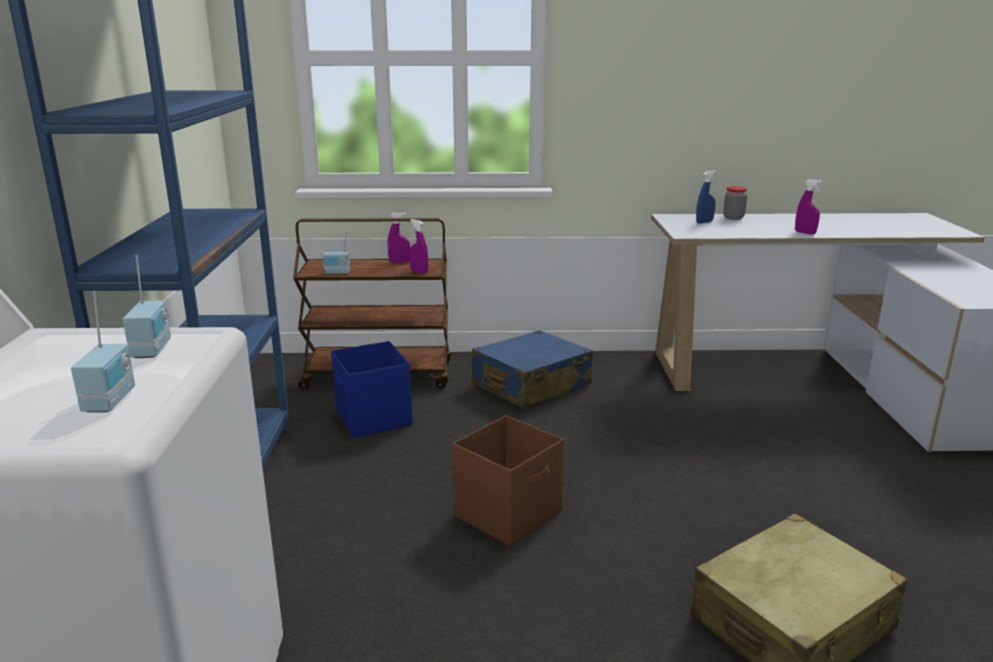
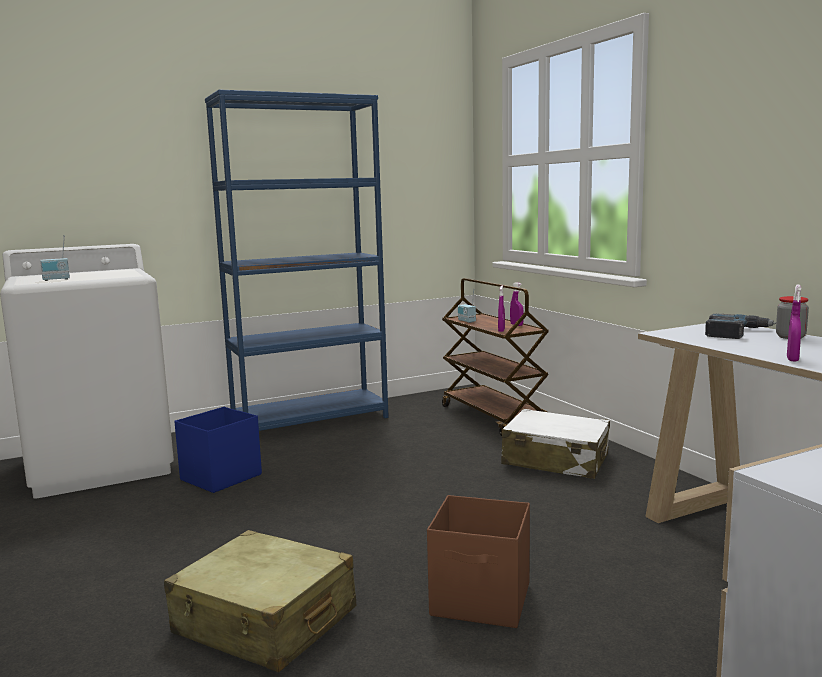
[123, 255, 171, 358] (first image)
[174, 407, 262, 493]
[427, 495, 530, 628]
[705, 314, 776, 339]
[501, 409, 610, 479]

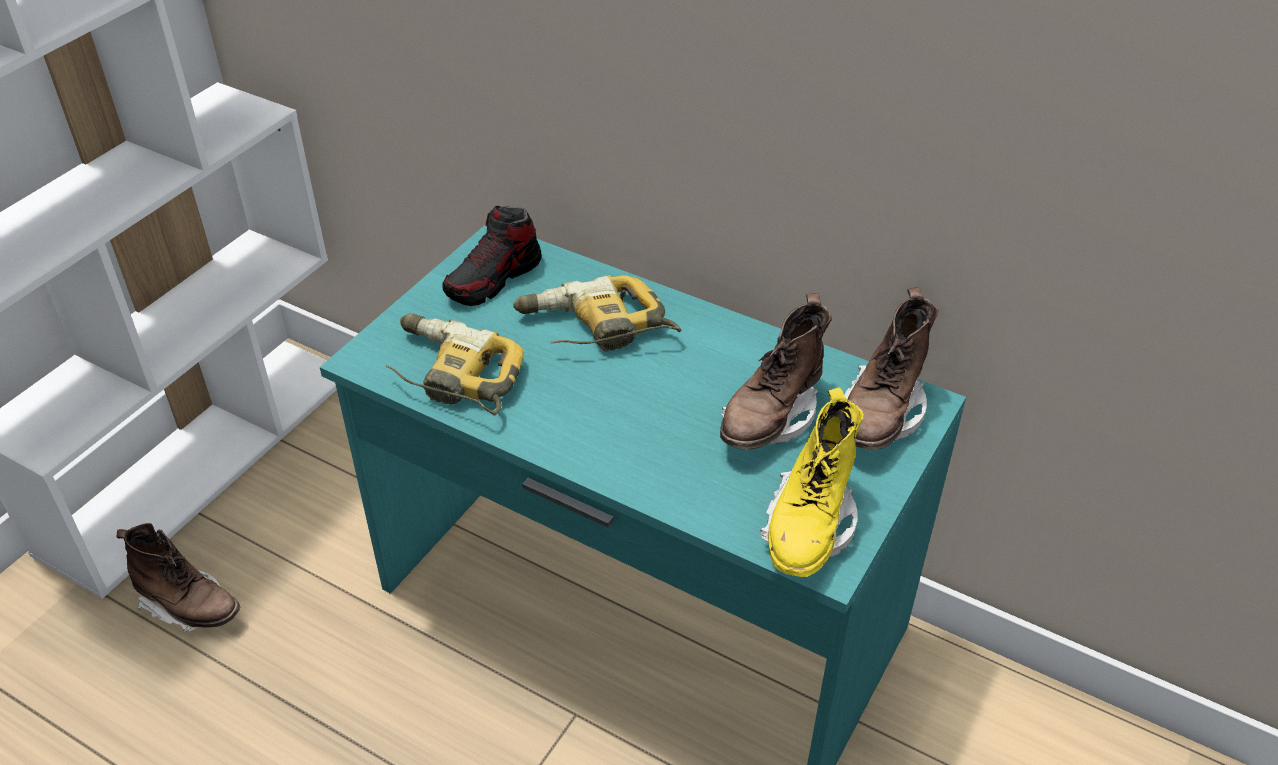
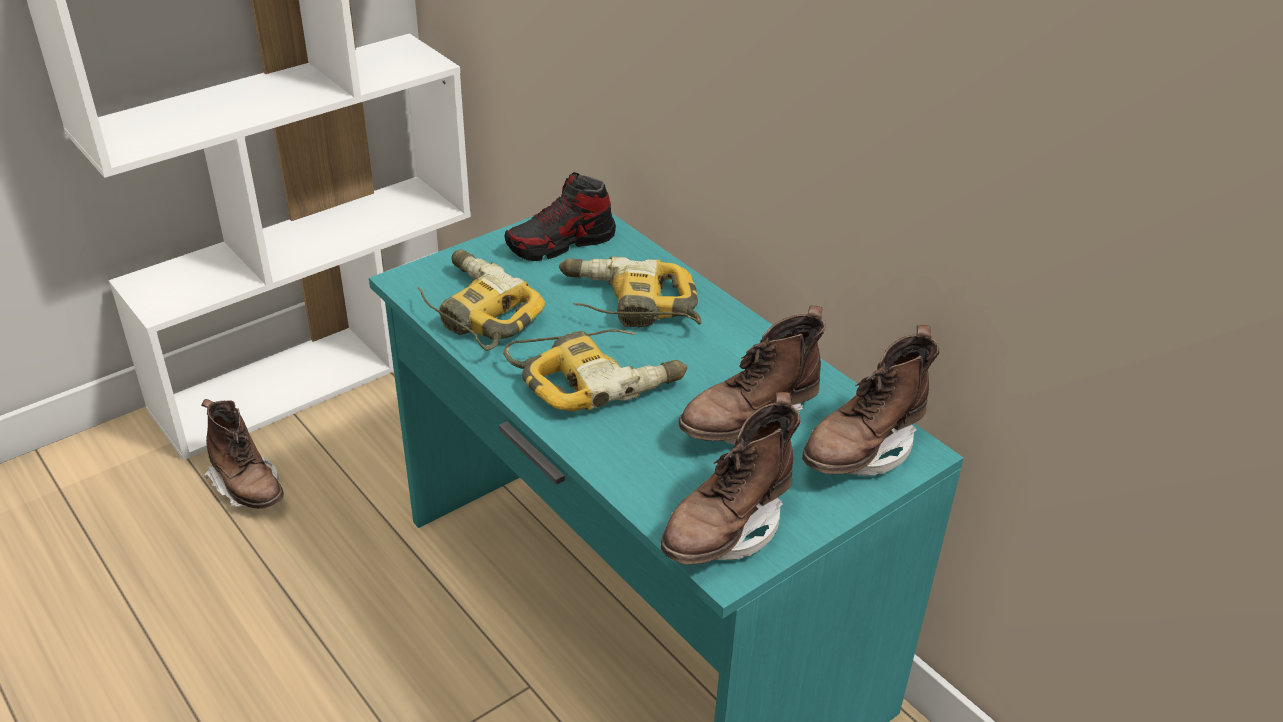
[503, 329, 688, 411]
[661, 392, 801, 565]

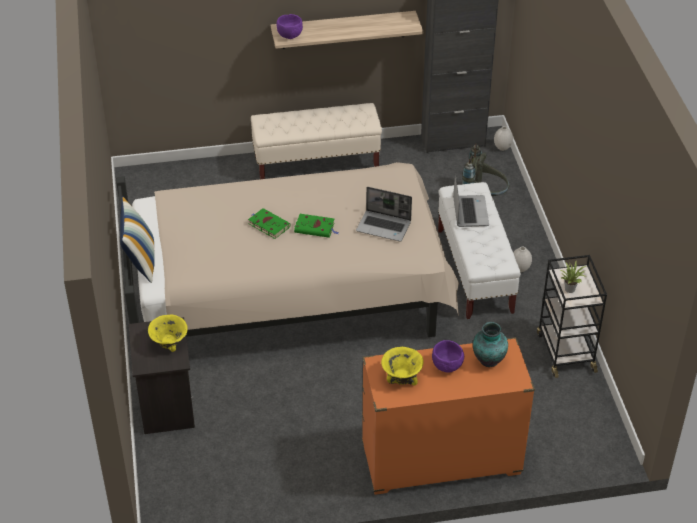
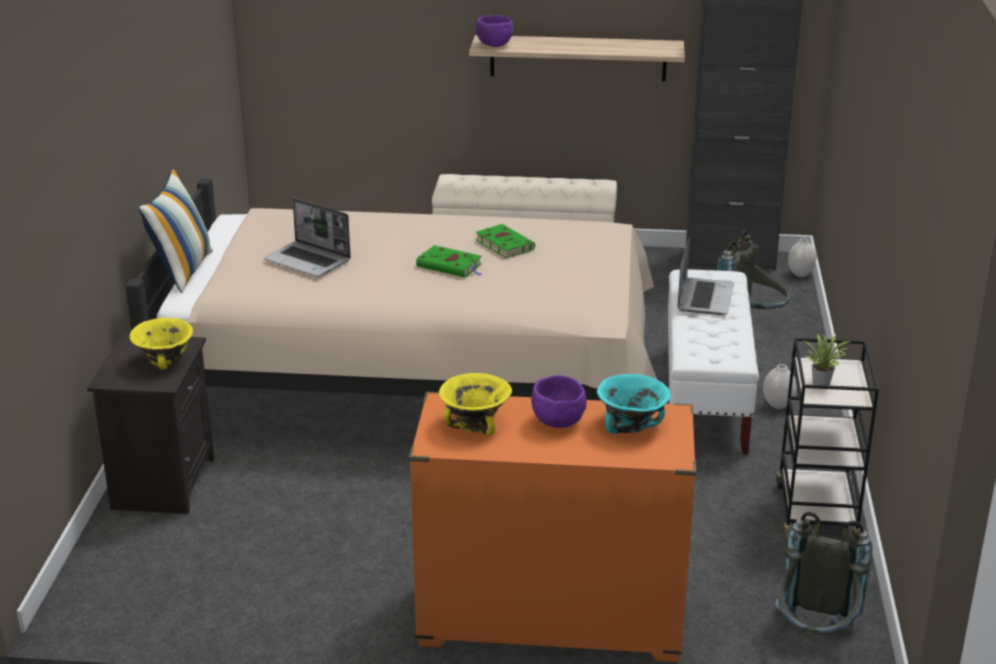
[776, 512, 873, 635]
[476, 224, 535, 258]
[264, 198, 351, 277]
[597, 374, 671, 434]

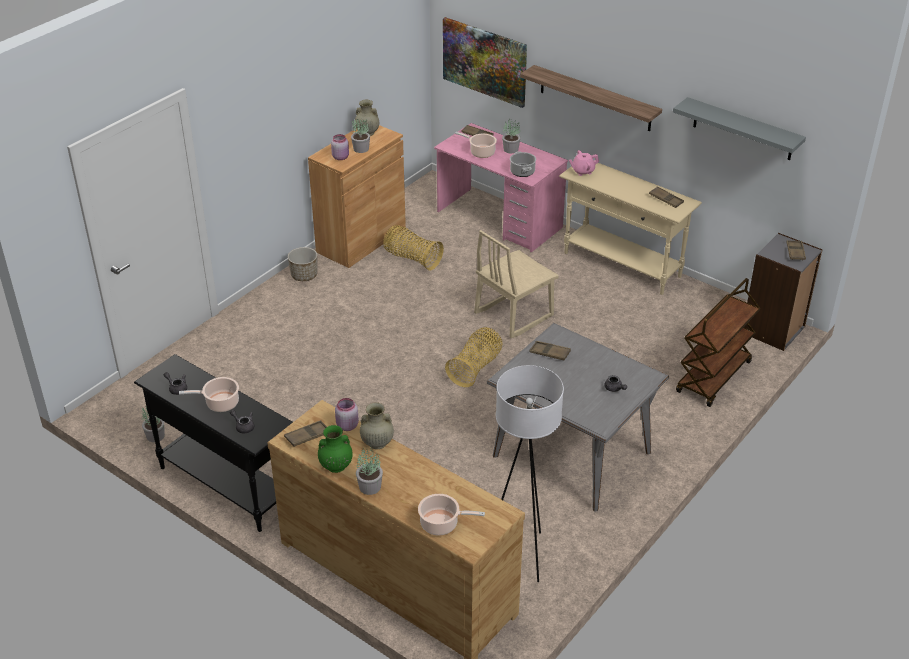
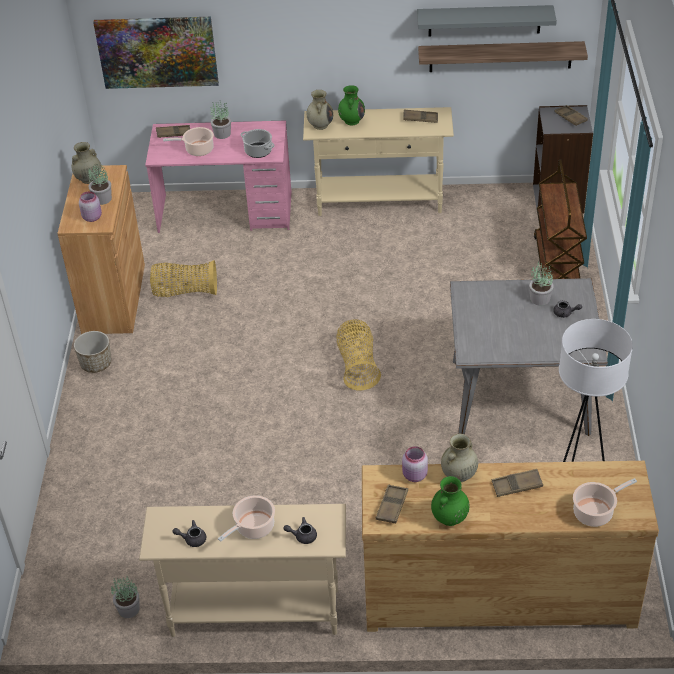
[474, 230, 559, 338] (first image)
[338, 85, 365, 125]
[529, 262, 554, 306]
[418, 41, 588, 72]
[492, 469, 543, 497]
[306, 90, 333, 130]
[139, 504, 346, 637]

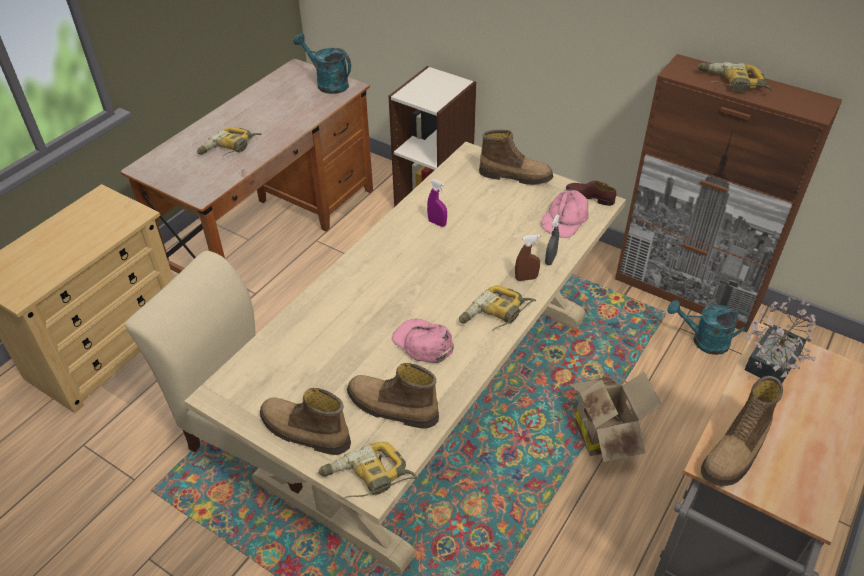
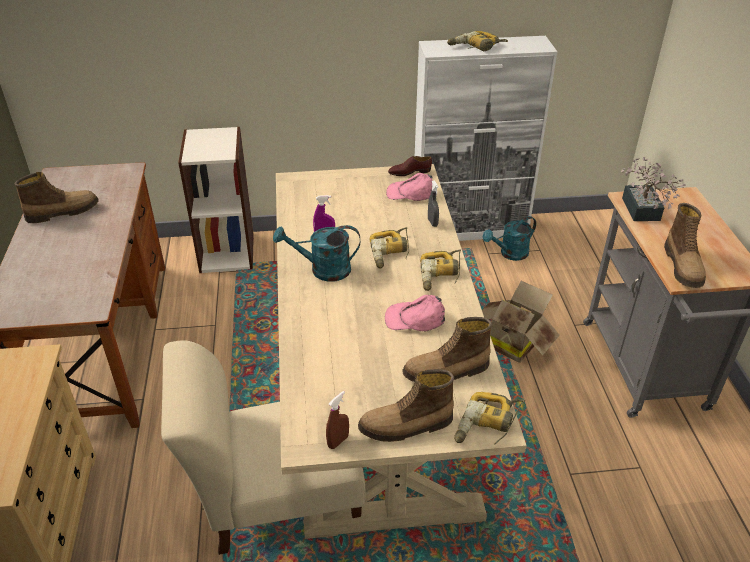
[370, 227, 409, 268]
[273, 225, 360, 282]
[15, 172, 99, 223]
[326, 391, 349, 449]
[415, 36, 557, 241]
[386, 173, 433, 201]

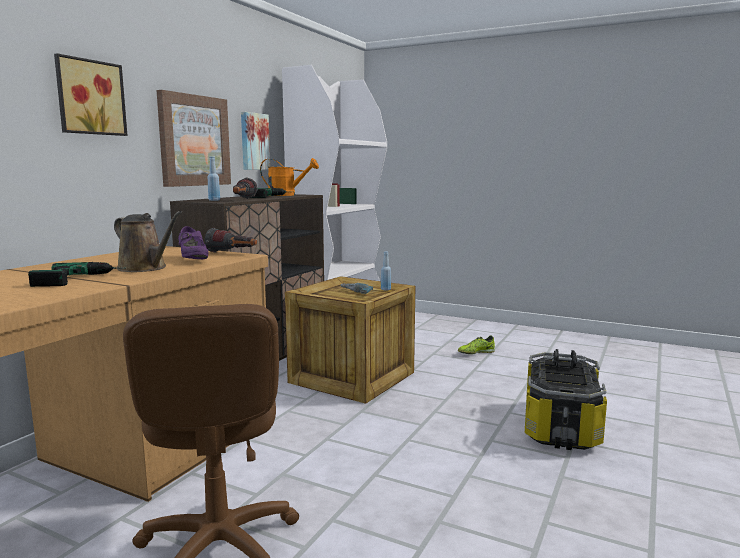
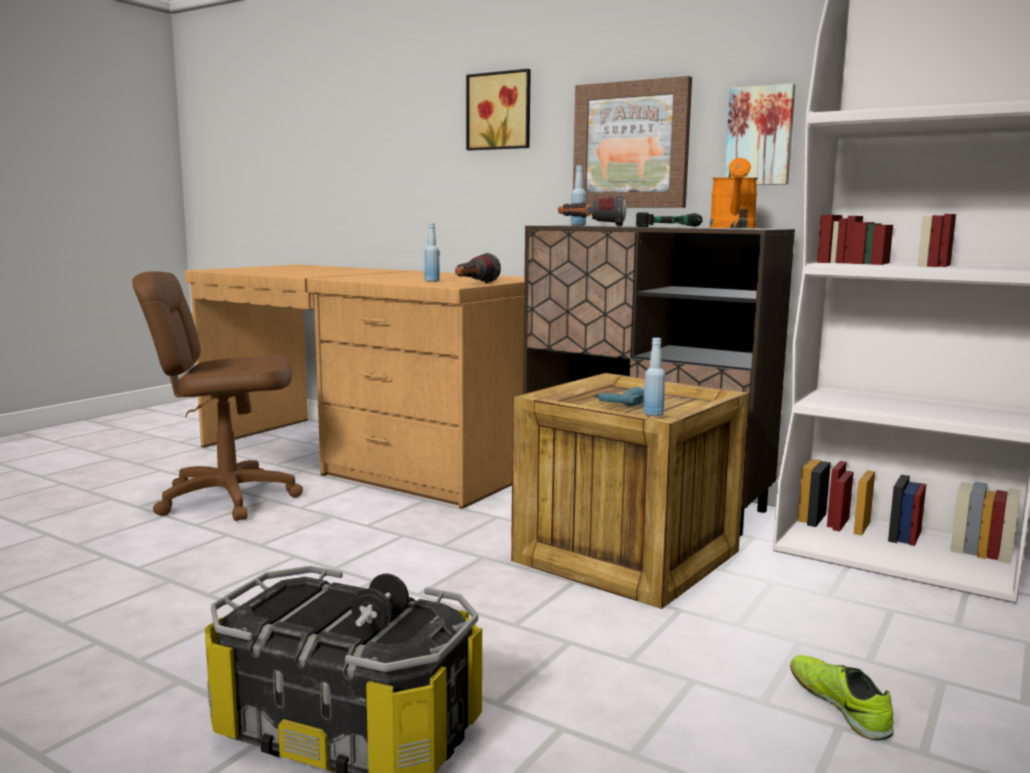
[28, 262, 120, 287] (first image)
[114, 210, 182, 272] (first image)
[424, 223, 440, 282]

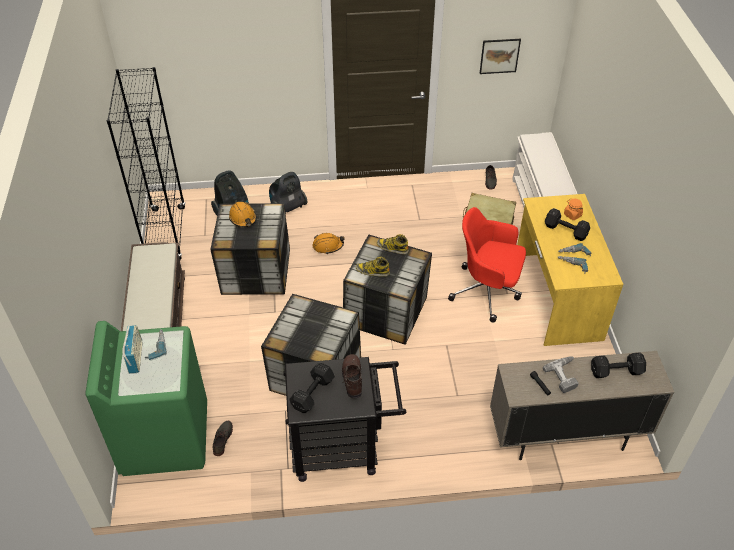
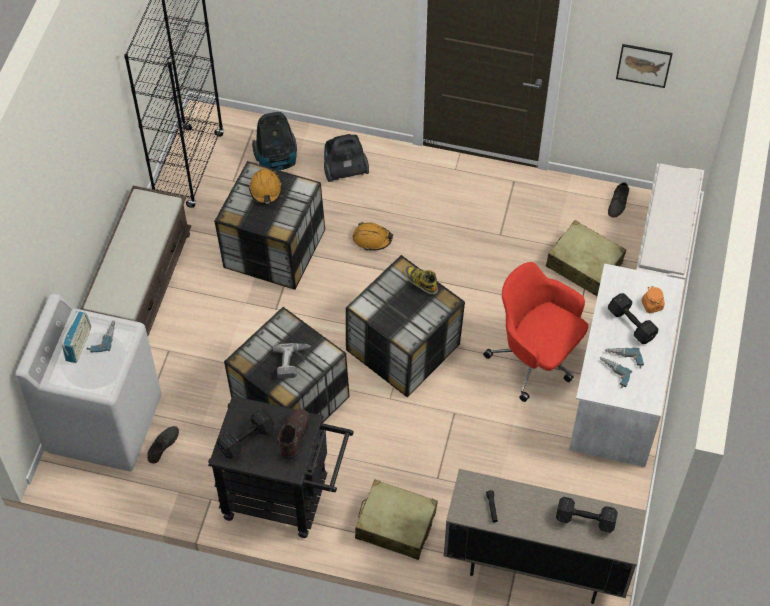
[356, 257, 390, 277] (first image)
[355, 480, 438, 560]
[273, 343, 311, 379]
[16, 294, 161, 472]
[569, 263, 685, 467]

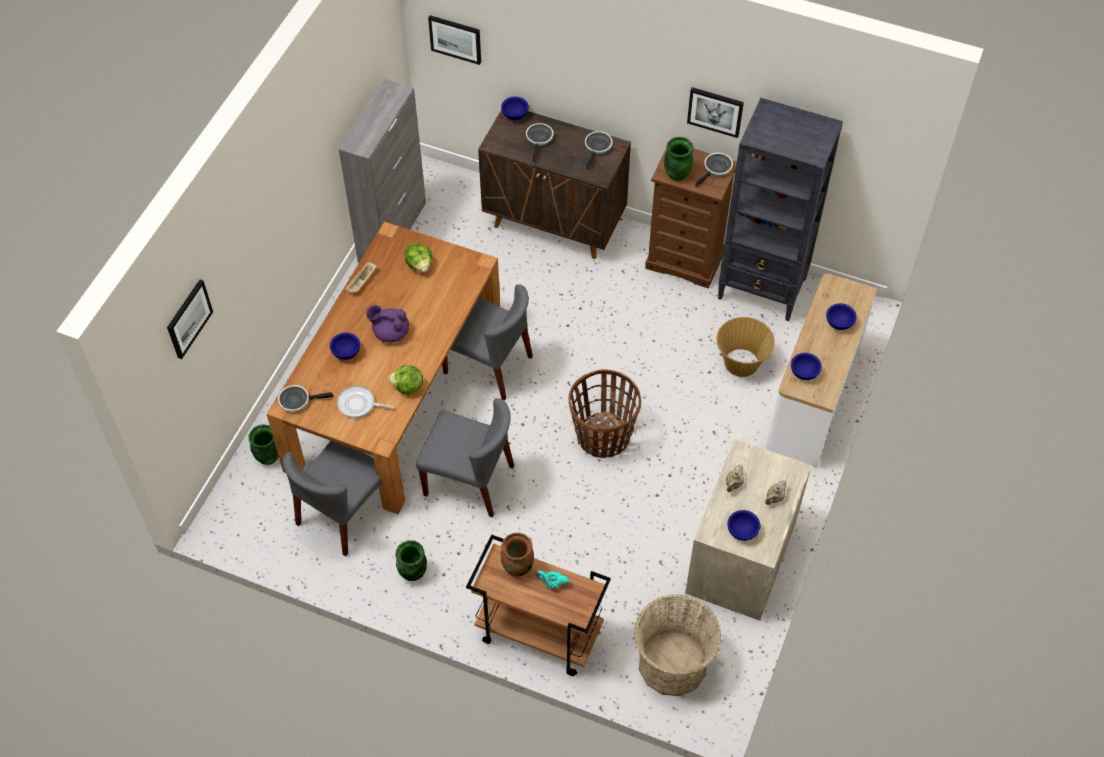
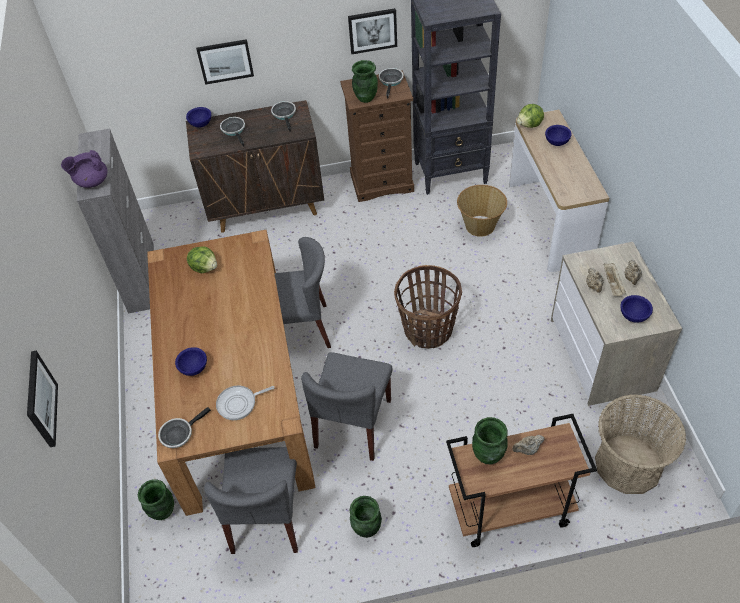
[791, 353, 822, 380] (first image)
[604, 263, 626, 296]
[61, 150, 107, 188]
[517, 104, 544, 128]
[196, 39, 254, 85]
[472, 417, 508, 464]
[512, 435, 544, 455]
[301, 352, 393, 461]

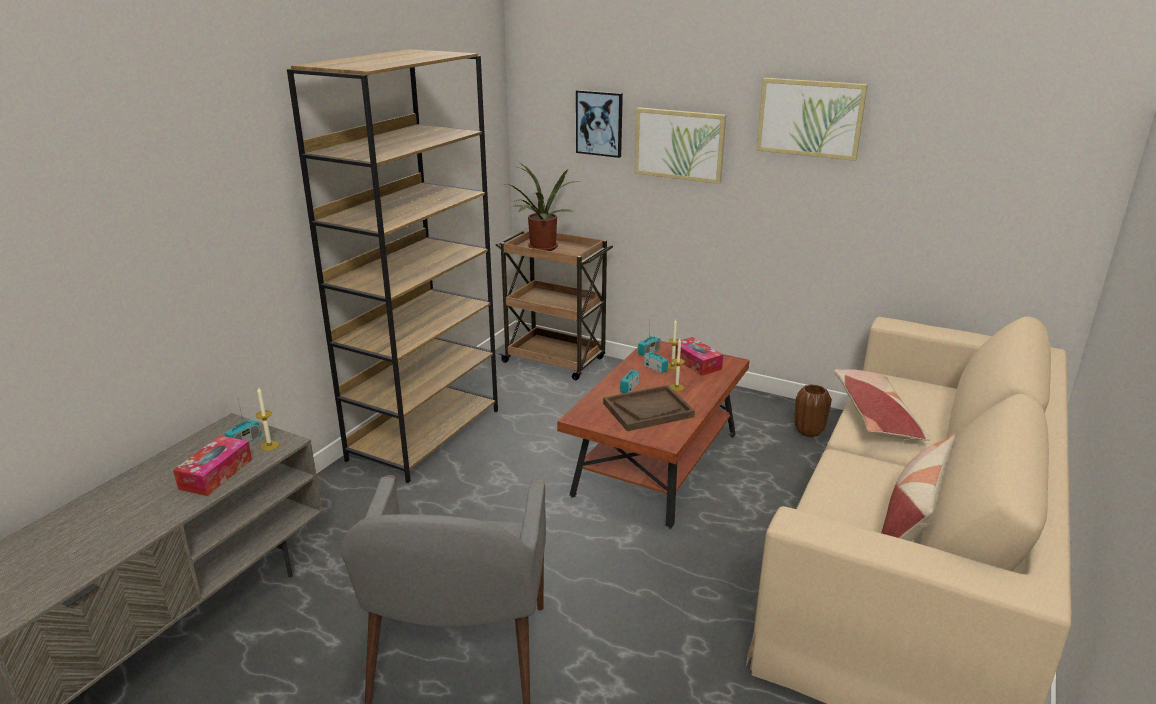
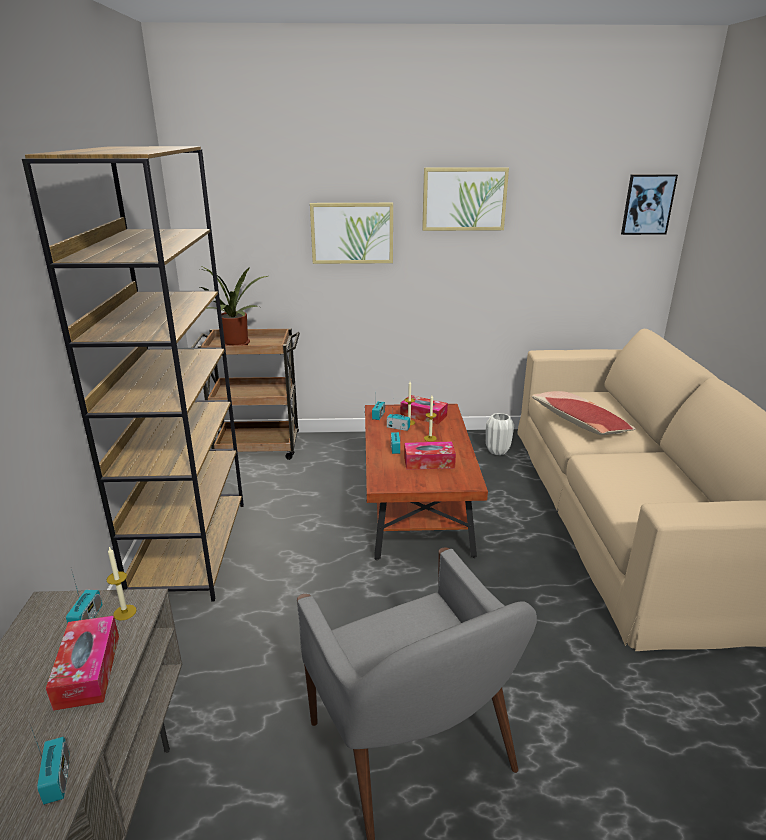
[881, 434, 955, 541] (first image)
[29, 722, 69, 805]
[621, 174, 678, 235]
[404, 442, 456, 470]
[486, 413, 514, 455]

